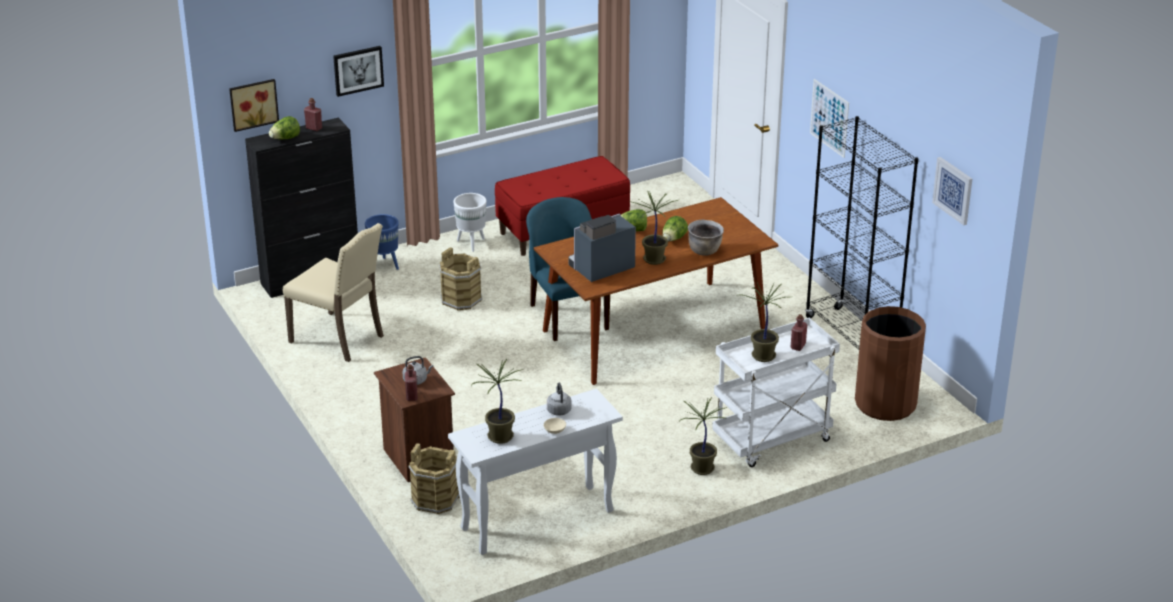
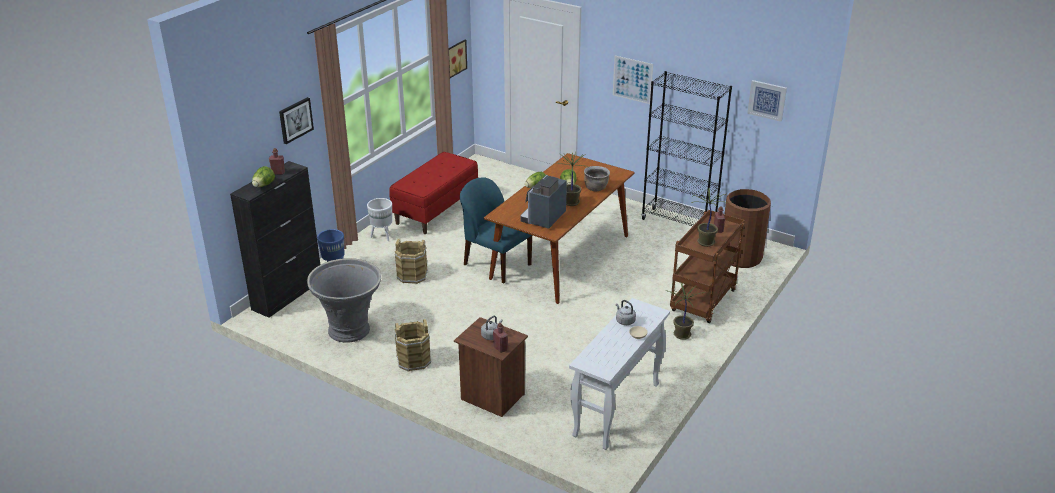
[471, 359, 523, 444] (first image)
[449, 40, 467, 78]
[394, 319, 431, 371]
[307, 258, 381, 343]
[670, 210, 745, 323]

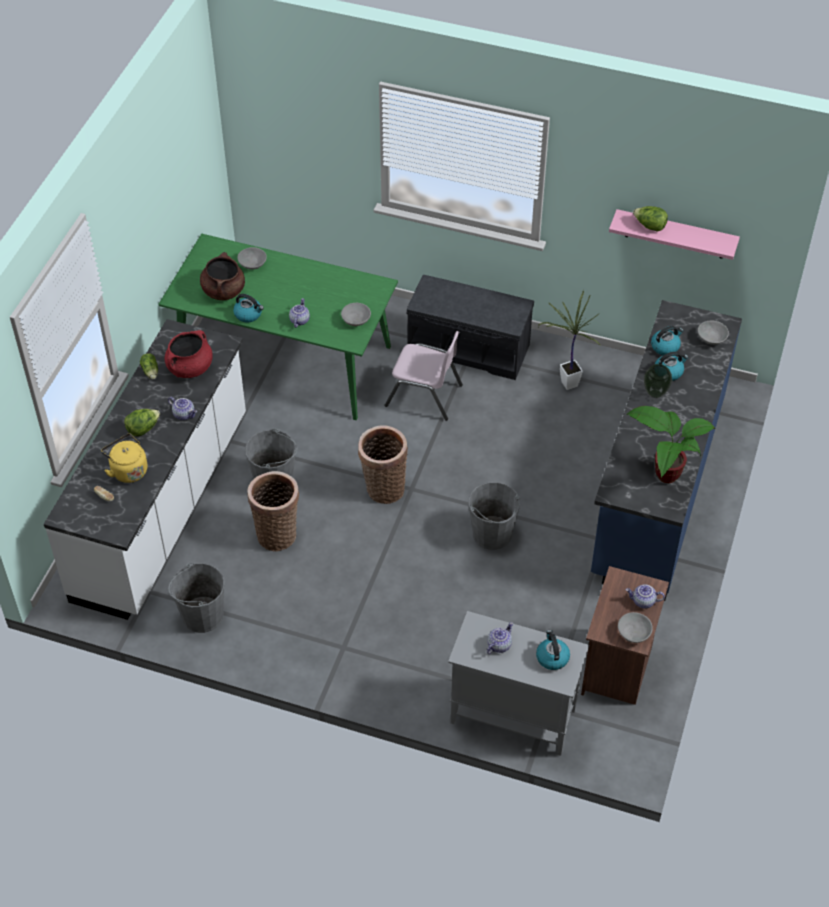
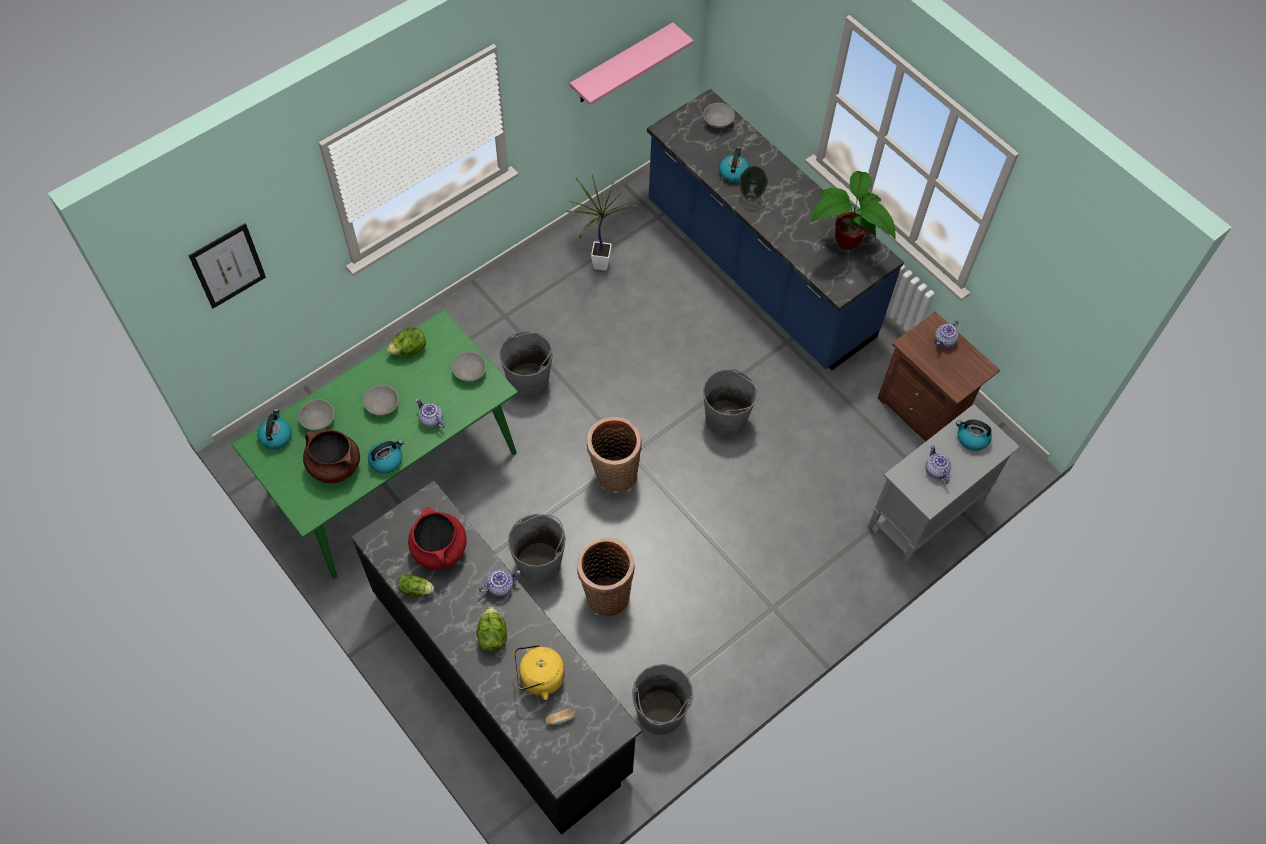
[407, 275, 534, 380] (first image)
[189, 223, 266, 309]
[363, 385, 399, 416]
[387, 327, 426, 355]
[257, 409, 292, 449]
[499, 331, 553, 399]
[351, 480, 642, 835]

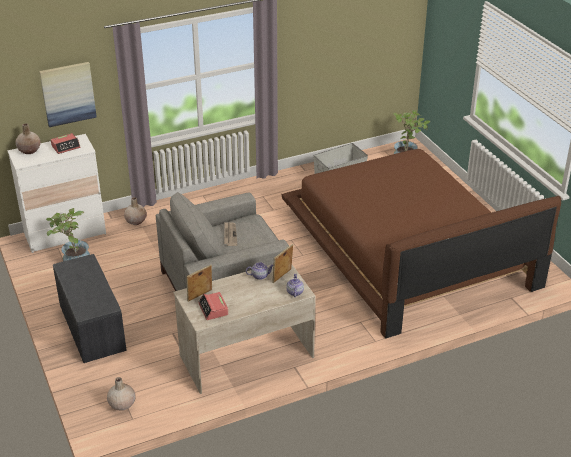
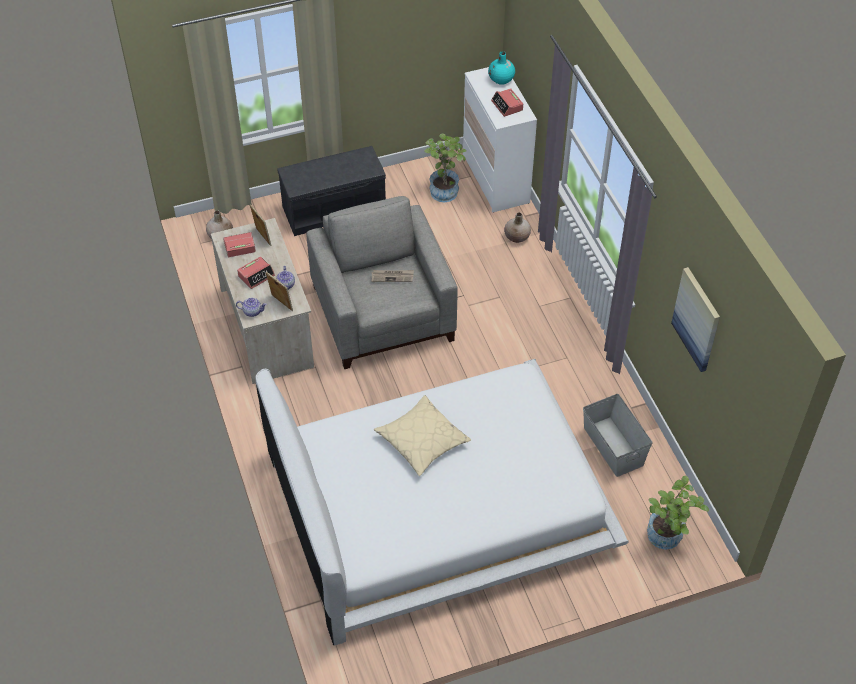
[237, 257, 275, 289]
[374, 395, 471, 476]
[671, 267, 720, 372]
[488, 51, 515, 85]
[256, 359, 629, 645]

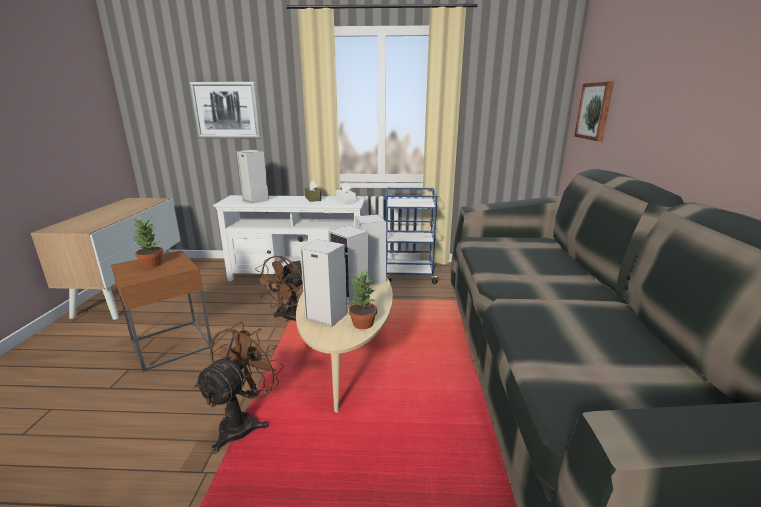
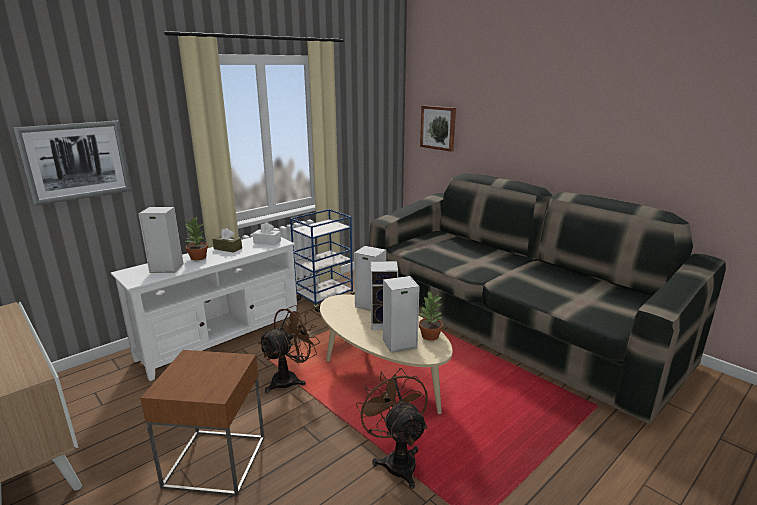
[185, 217, 208, 260]
[258, 305, 320, 393]

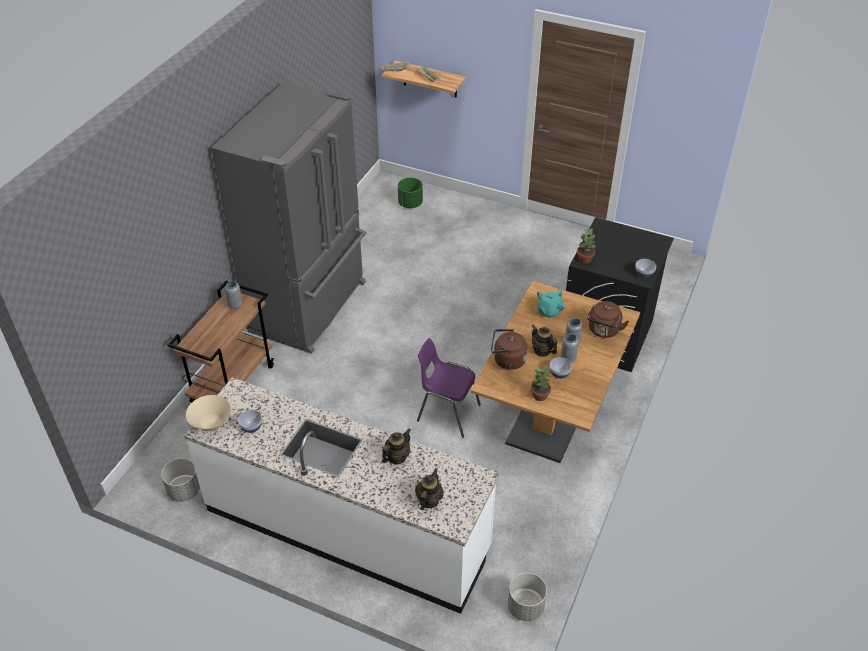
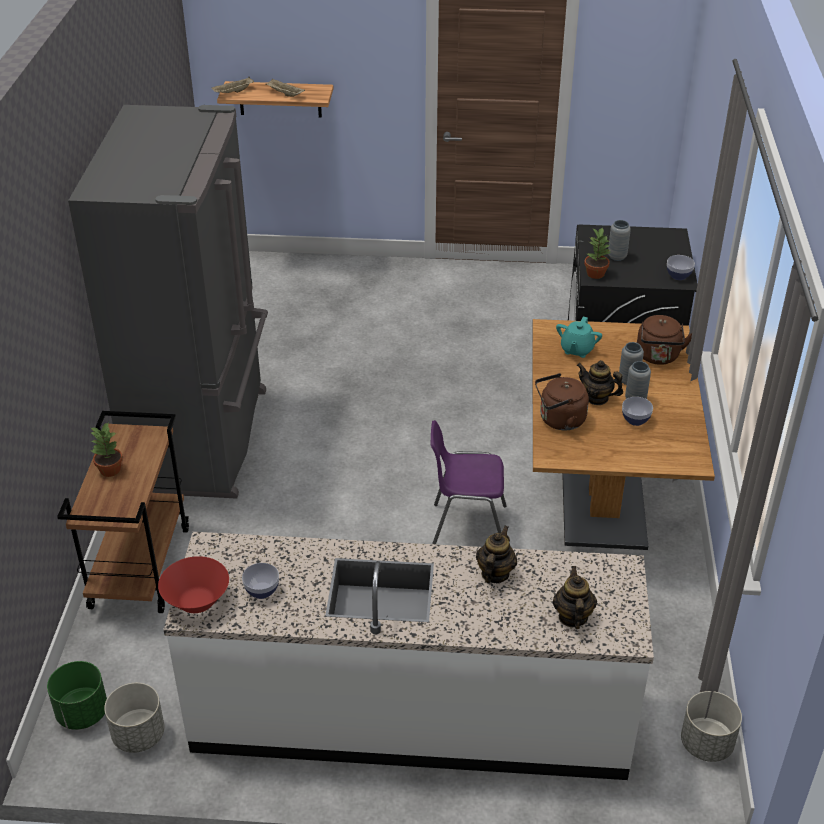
[608, 220, 631, 261]
[47, 661, 107, 730]
[90, 422, 123, 477]
[158, 556, 229, 613]

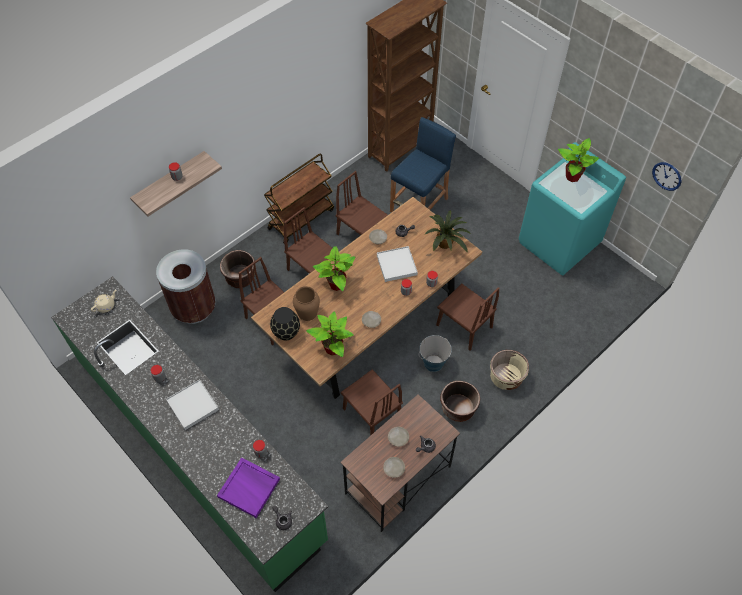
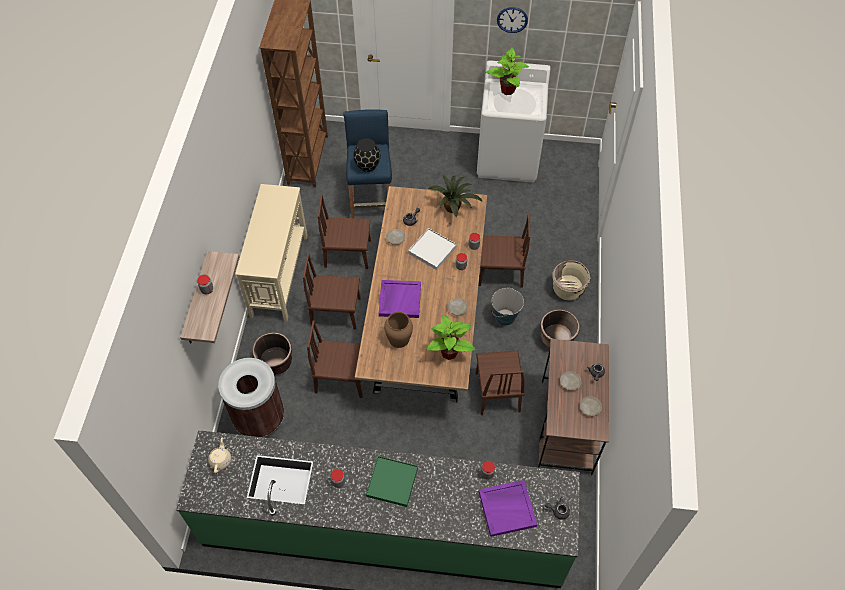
[353, 138, 381, 172]
[497, 7, 528, 33]
[235, 184, 308, 321]
[379, 280, 421, 318]
[366, 456, 418, 507]
[477, 60, 551, 183]
[475, 350, 525, 415]

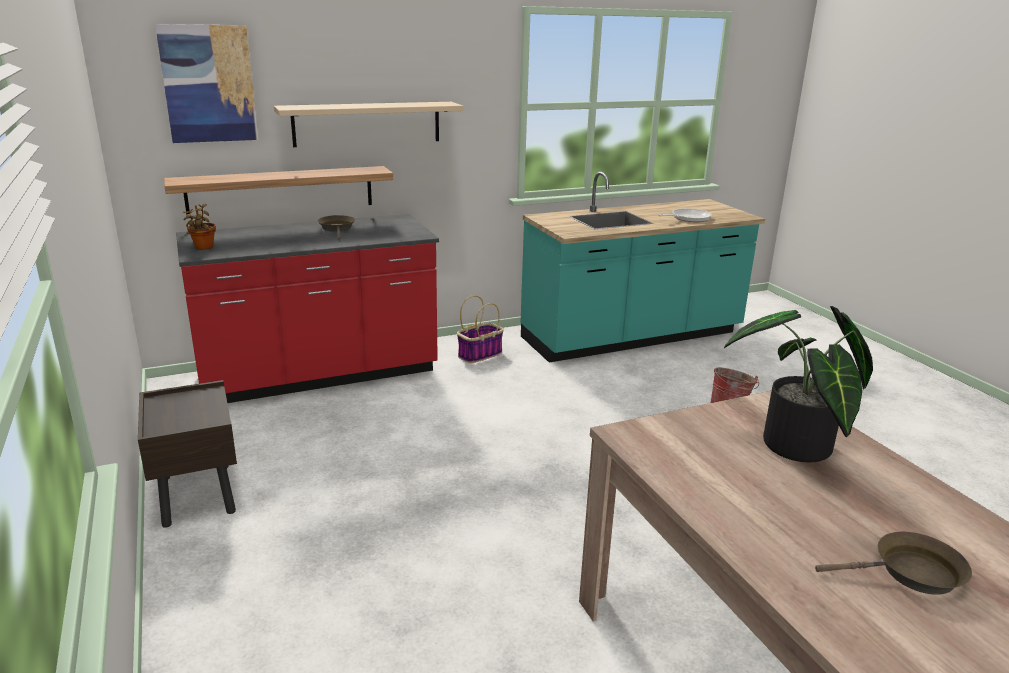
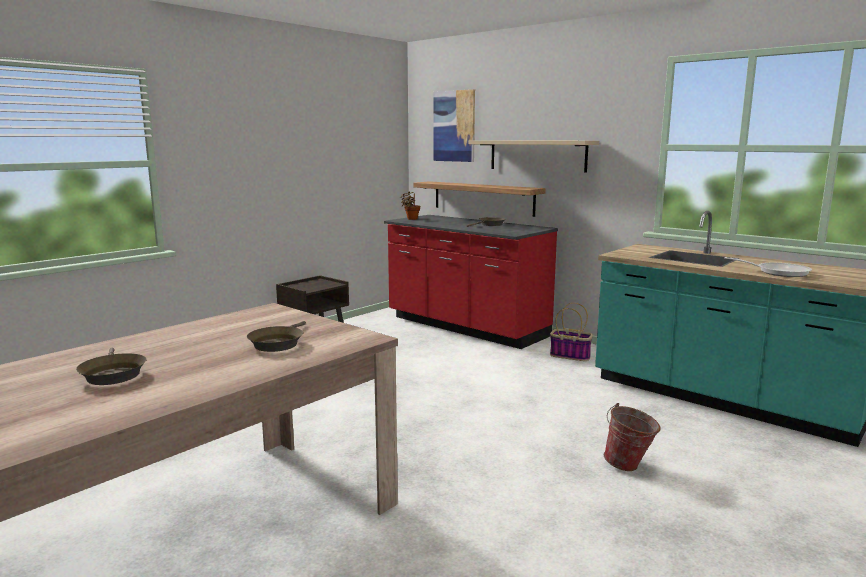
[247, 321, 306, 352]

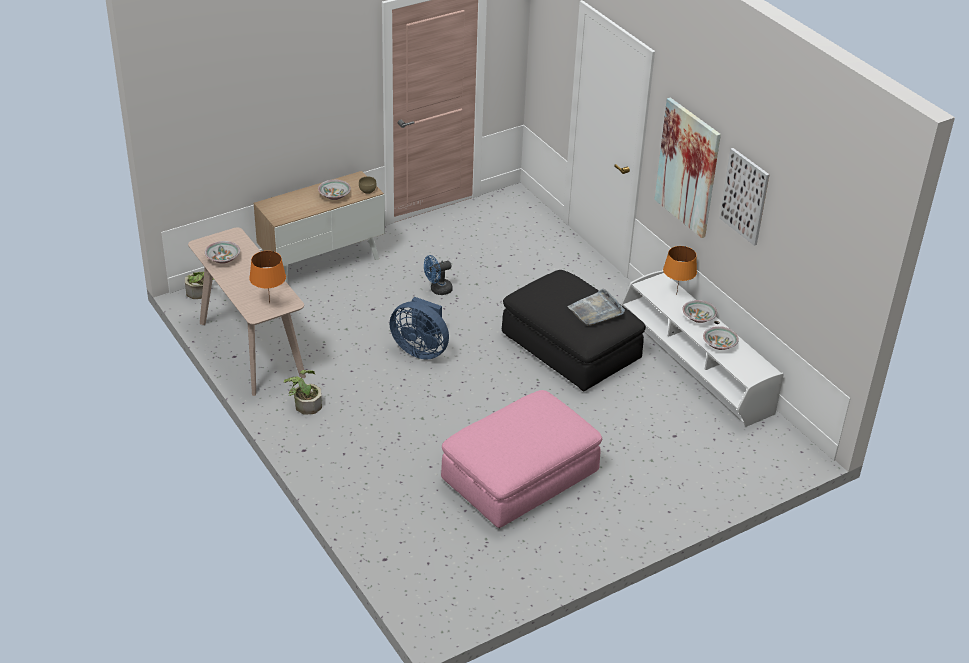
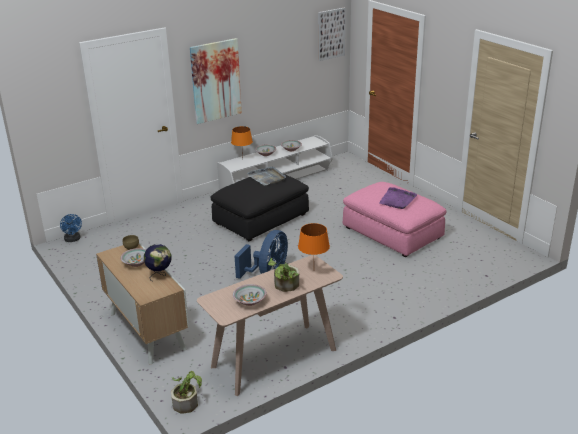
[144, 244, 172, 282]
[380, 187, 417, 209]
[268, 258, 299, 292]
[60, 214, 82, 242]
[318, 8, 346, 61]

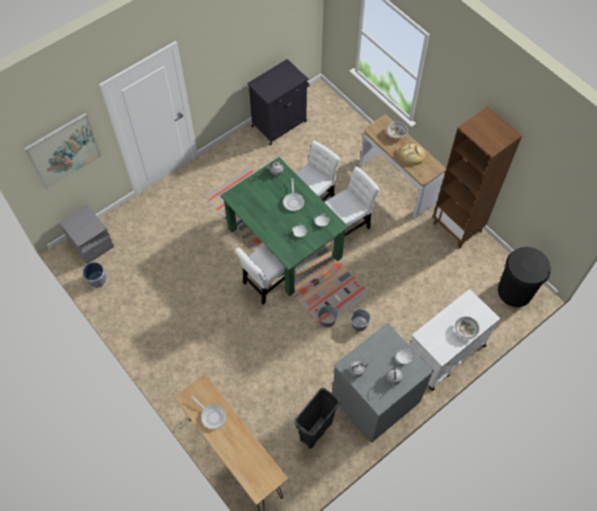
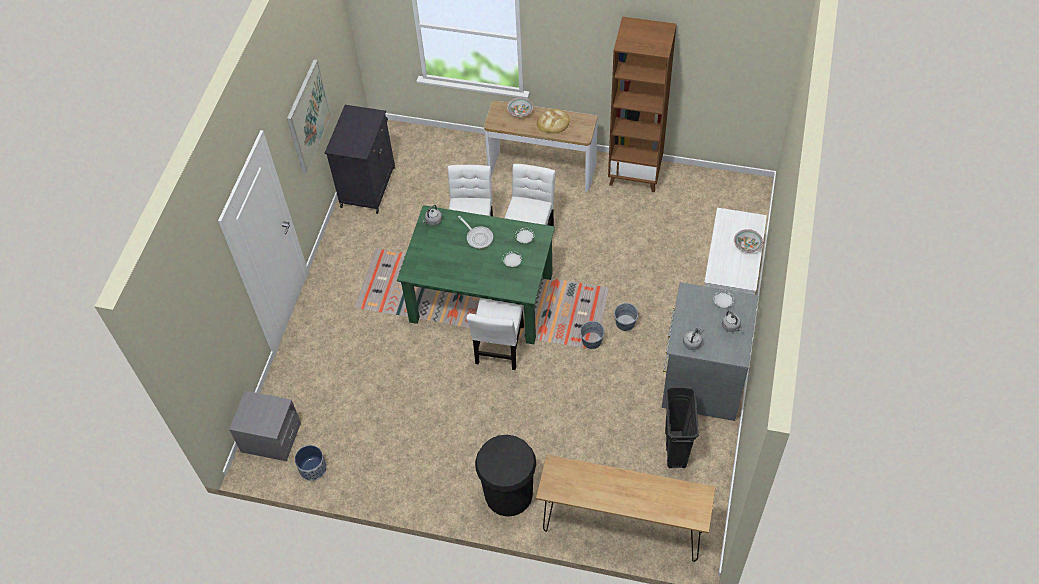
[191, 396, 226, 429] (first image)
[287, 59, 331, 173]
[475, 435, 536, 517]

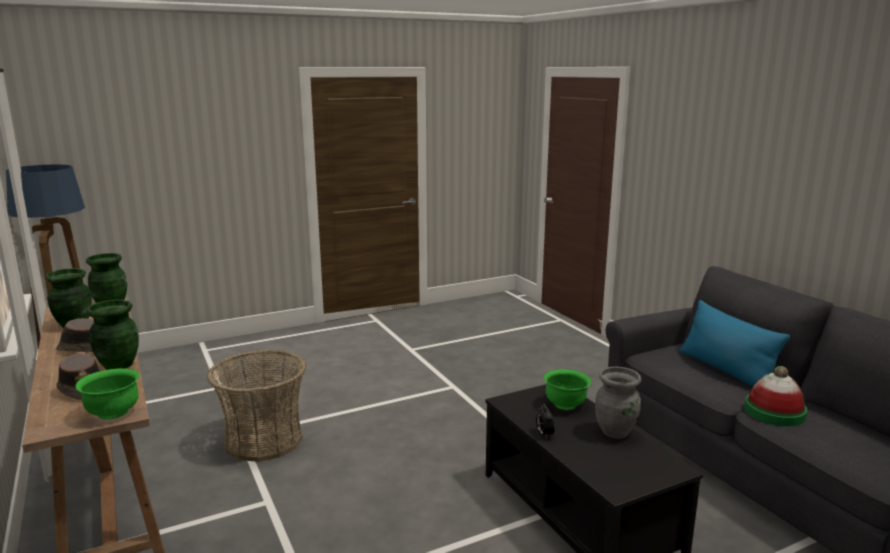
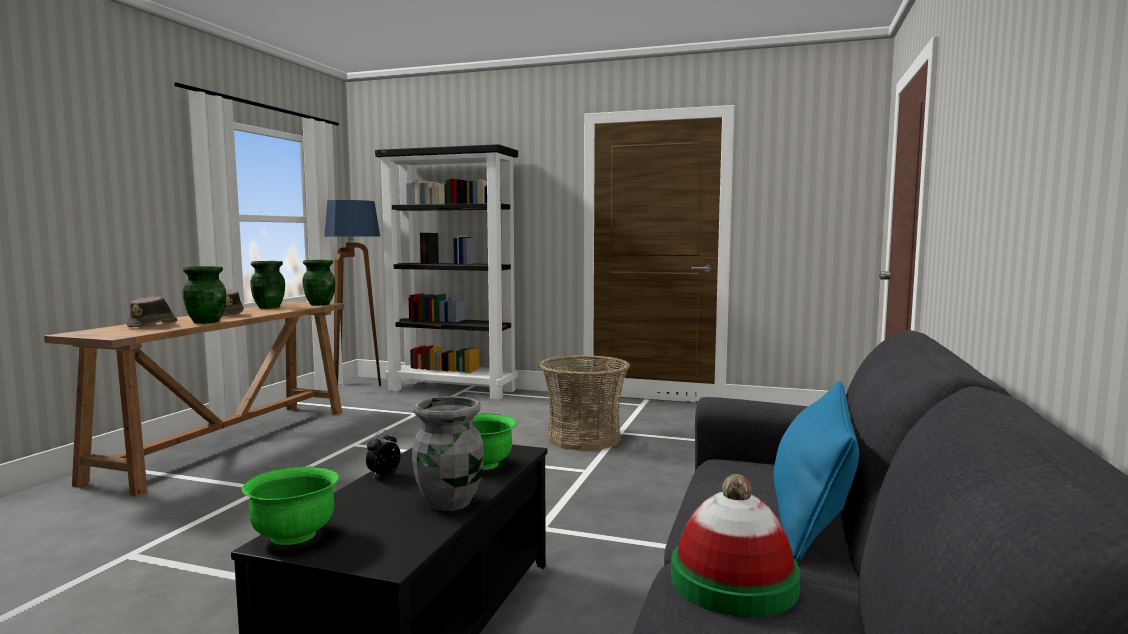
[375, 144, 518, 400]
[242, 467, 339, 545]
[539, 355, 630, 451]

